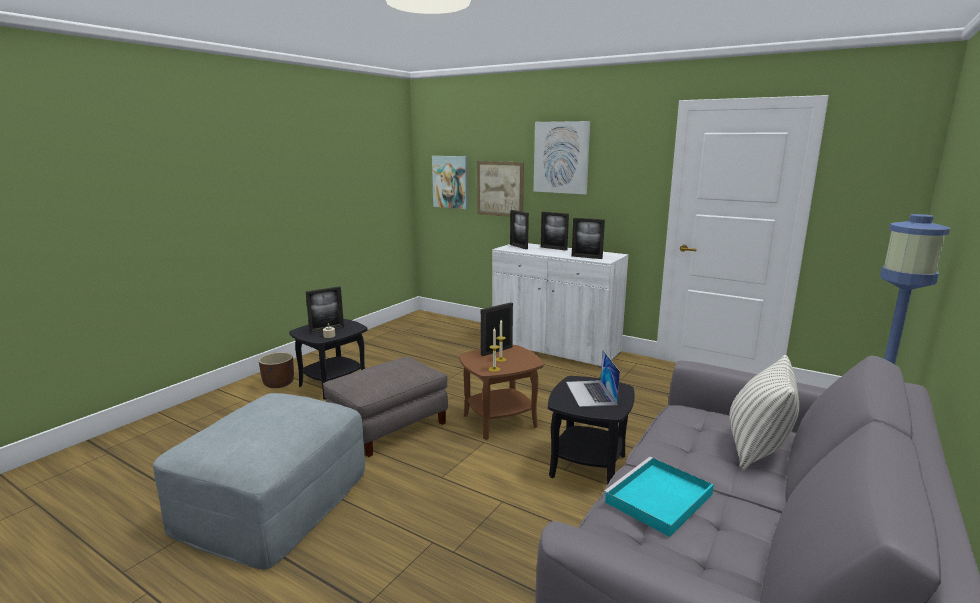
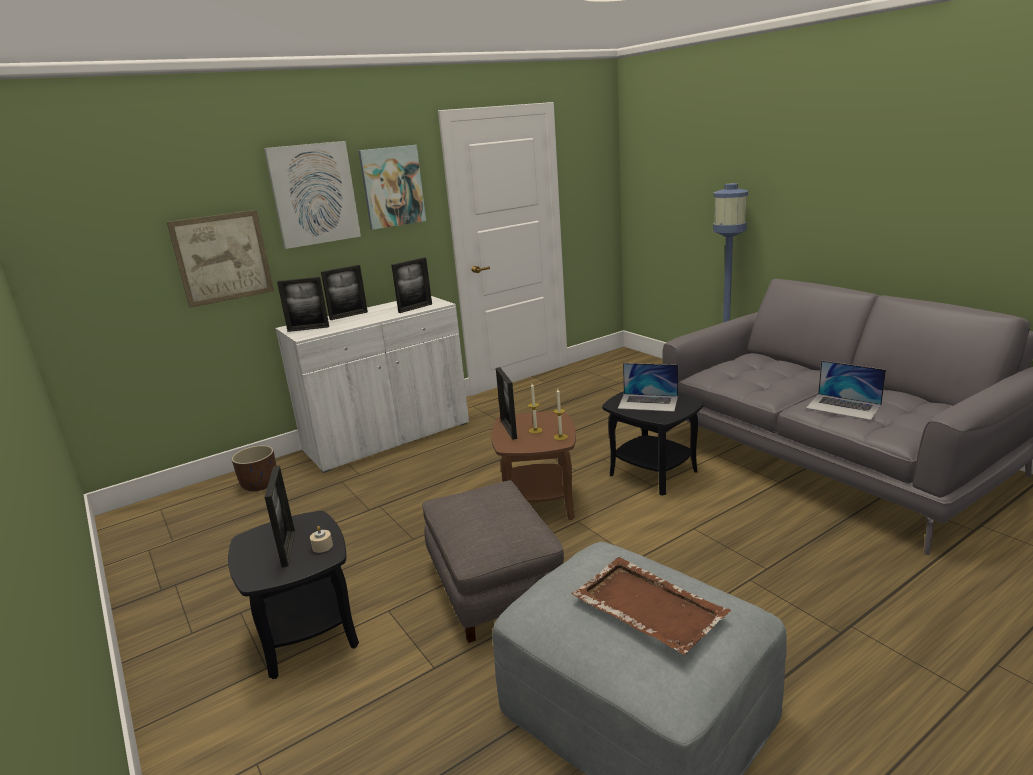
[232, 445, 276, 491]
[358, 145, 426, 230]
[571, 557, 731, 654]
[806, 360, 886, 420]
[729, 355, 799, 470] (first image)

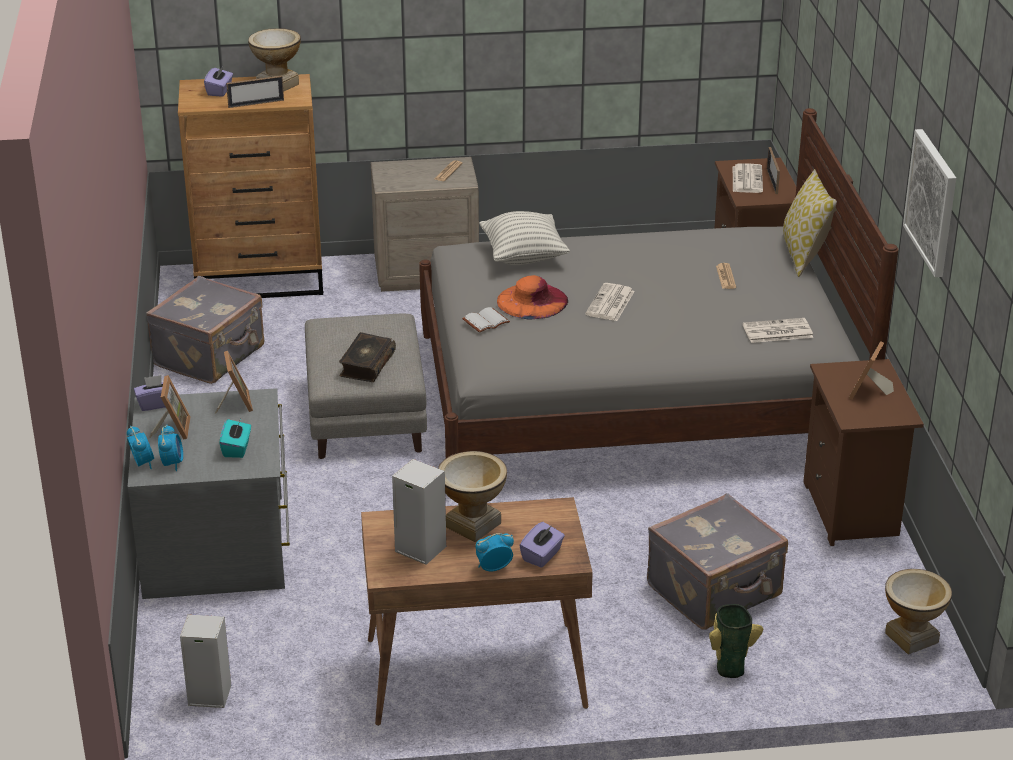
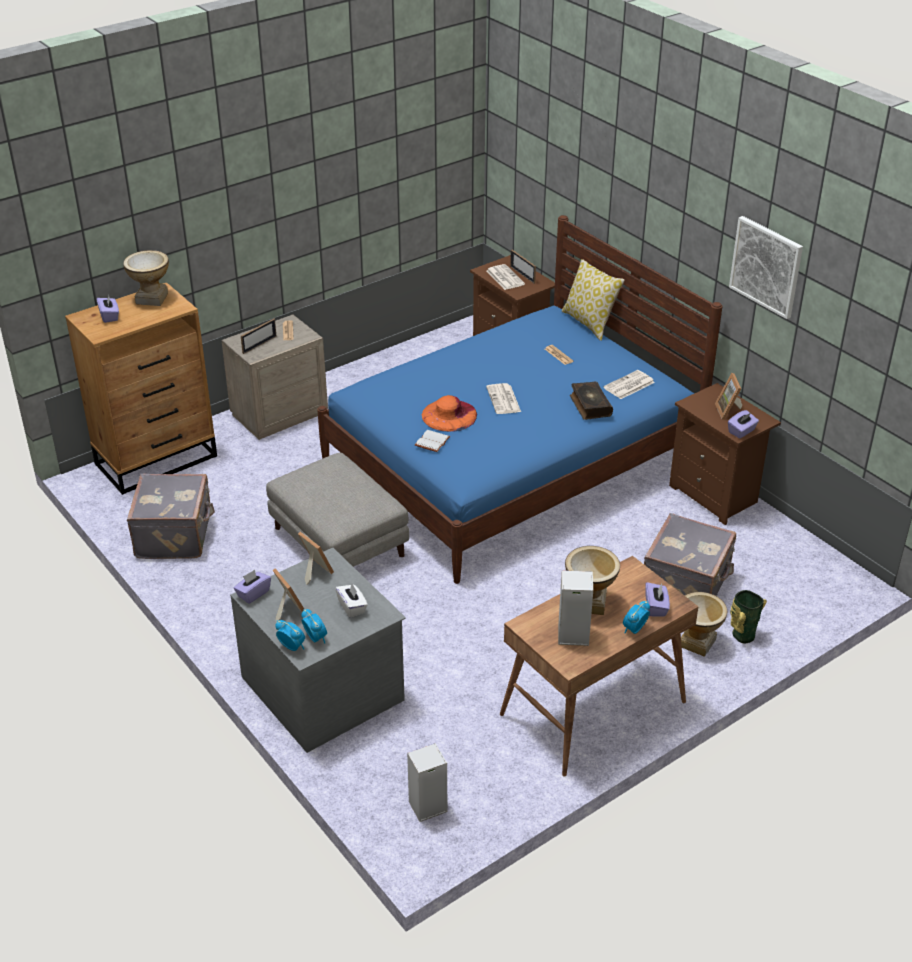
[241, 319, 277, 354]
[317, 215, 722, 584]
[335, 584, 368, 618]
[570, 381, 613, 420]
[681, 592, 727, 657]
[728, 410, 759, 438]
[479, 211, 570, 265] (first image)

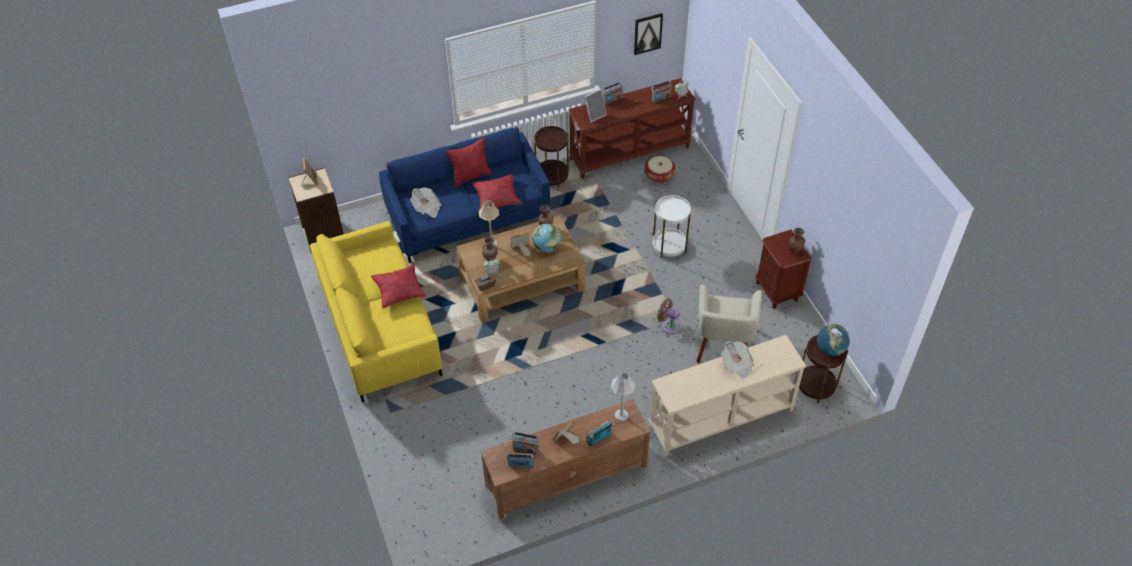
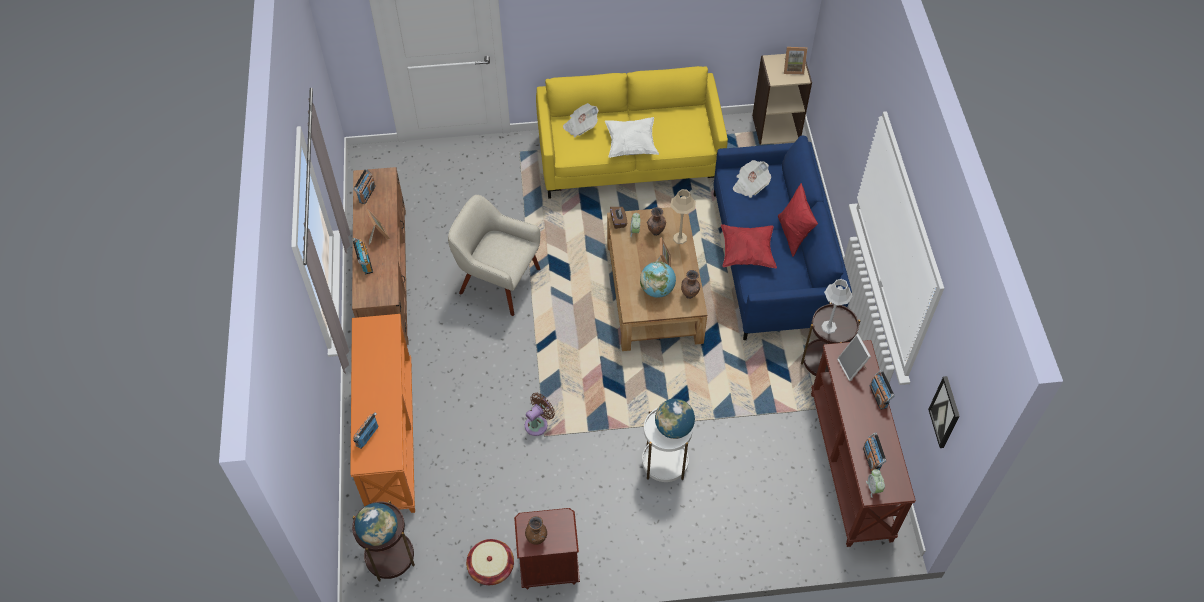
[350, 314, 415, 513]
[353, 413, 378, 449]
[448, 195, 540, 316]
[466, 539, 514, 585]
[563, 103, 599, 137]
[605, 117, 659, 158]
[655, 399, 695, 439]
[821, 279, 852, 334]

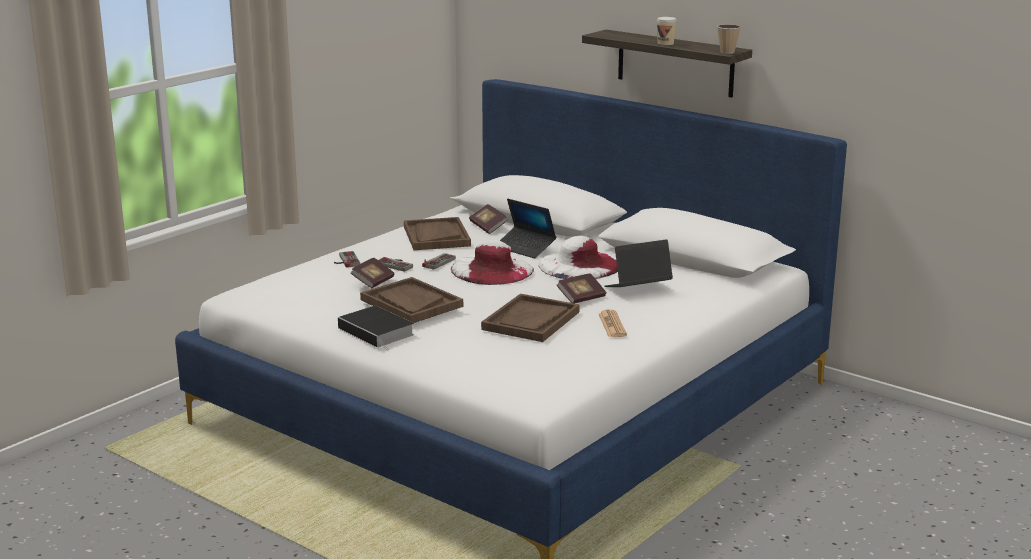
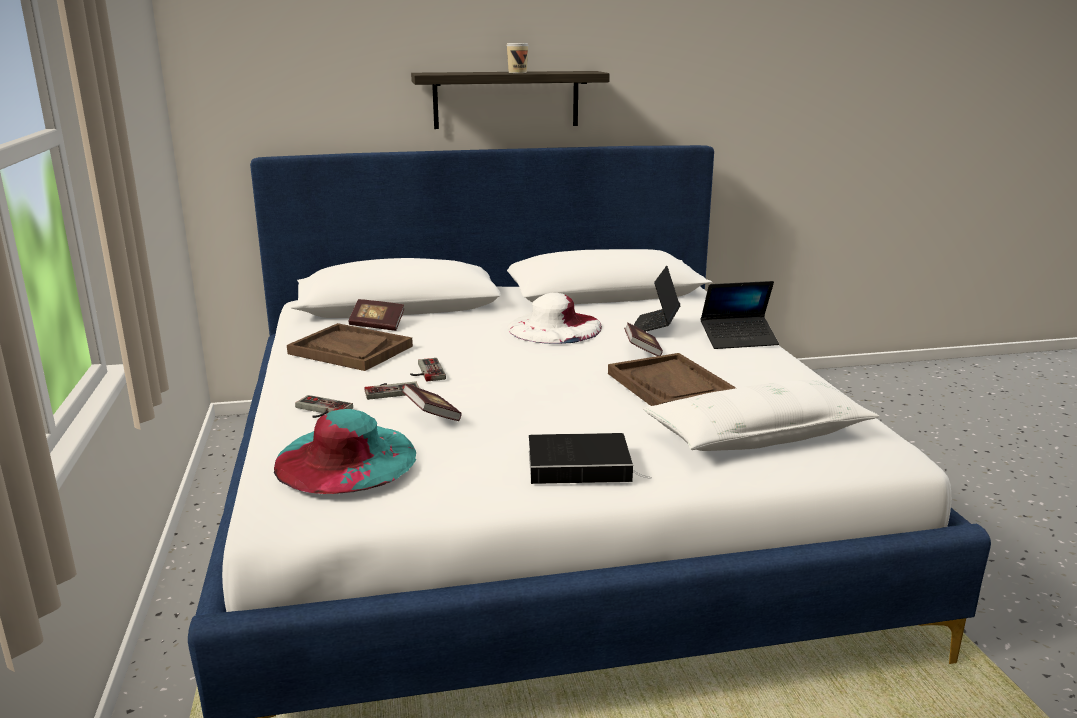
[274, 409, 416, 494]
[643, 380, 879, 451]
[701, 281, 779, 349]
[360, 277, 463, 323] (first image)
[451, 240, 534, 285] (first image)
[599, 309, 627, 337] (first image)
[717, 24, 741, 54] (first image)

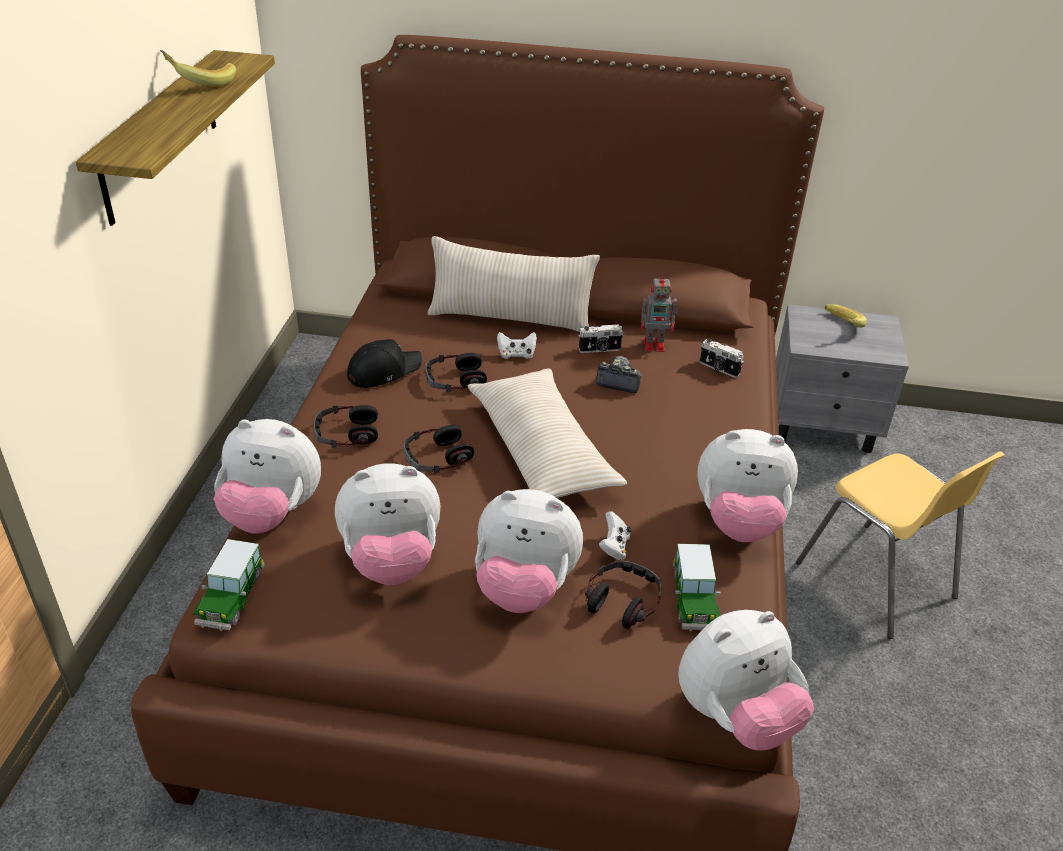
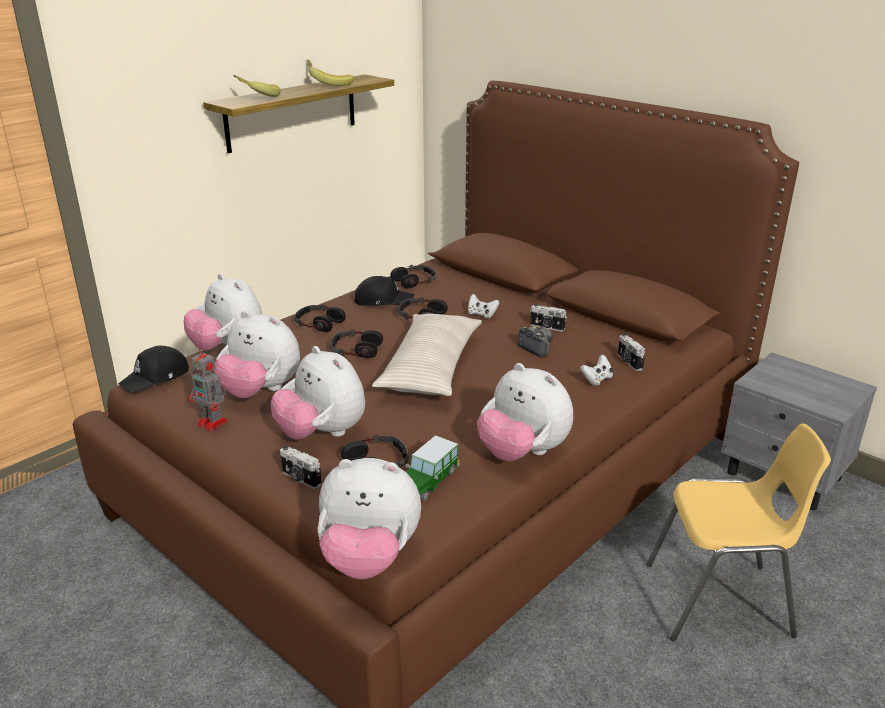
[118, 346, 189, 392]
[189, 347, 228, 431]
[233, 75, 281, 97]
[280, 445, 322, 489]
[390, 265, 436, 289]
[580, 354, 614, 386]
[647, 423, 831, 642]
[428, 236, 600, 332] (first image)

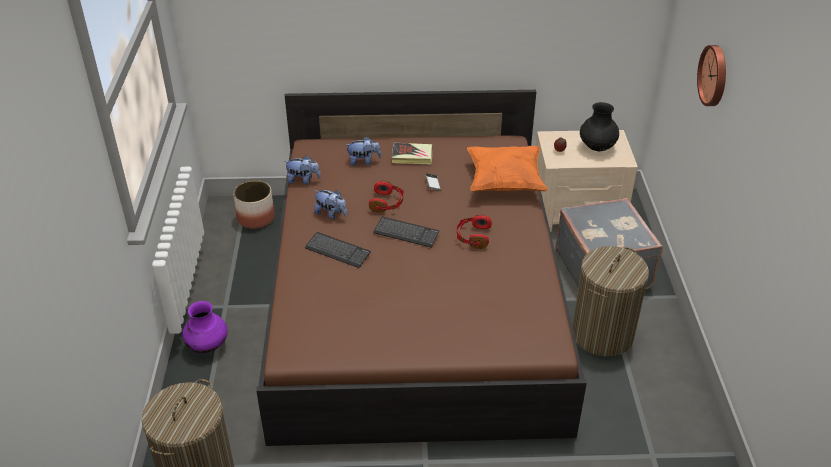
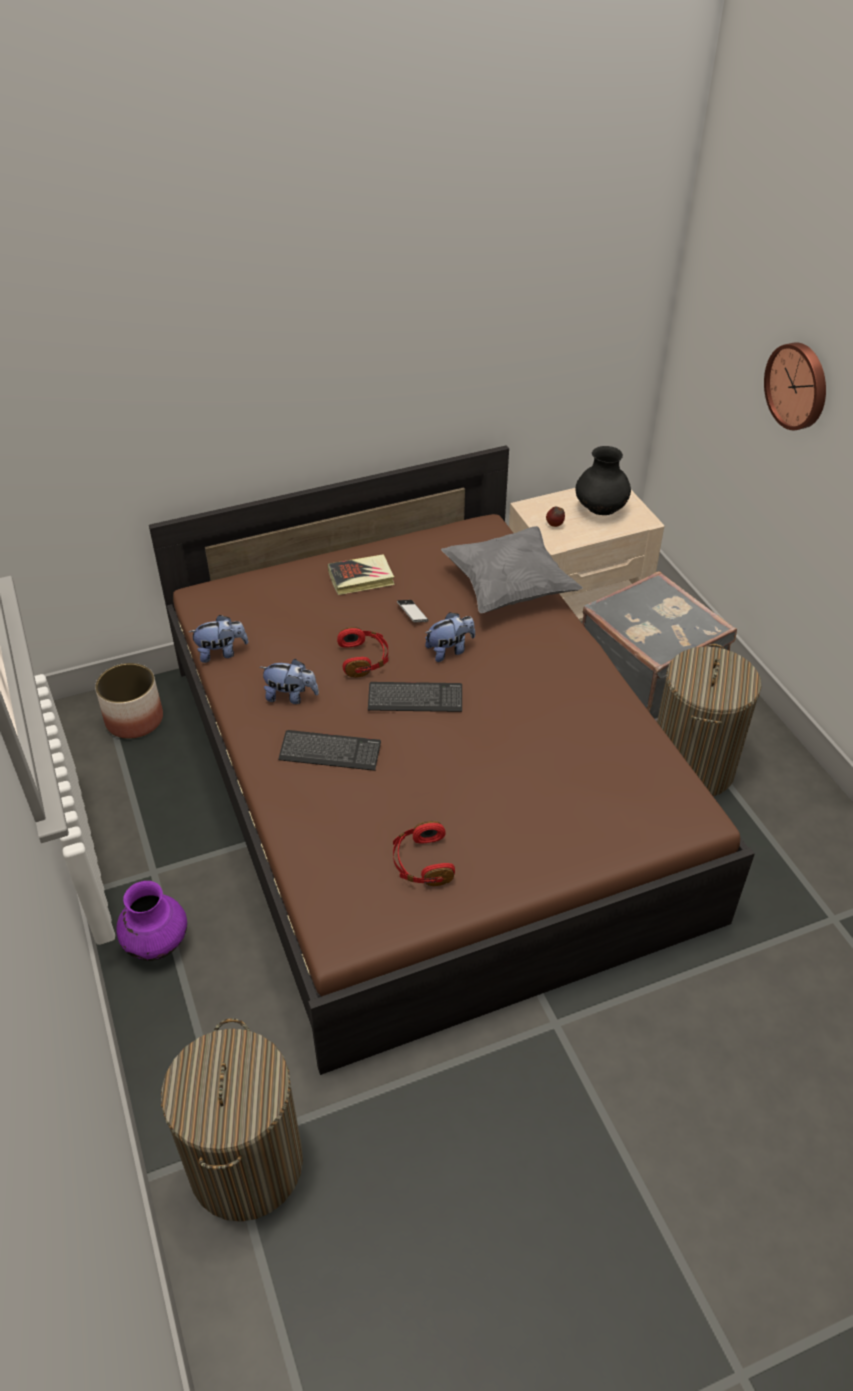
[393, 821, 455, 886]
[425, 612, 475, 662]
[441, 526, 583, 613]

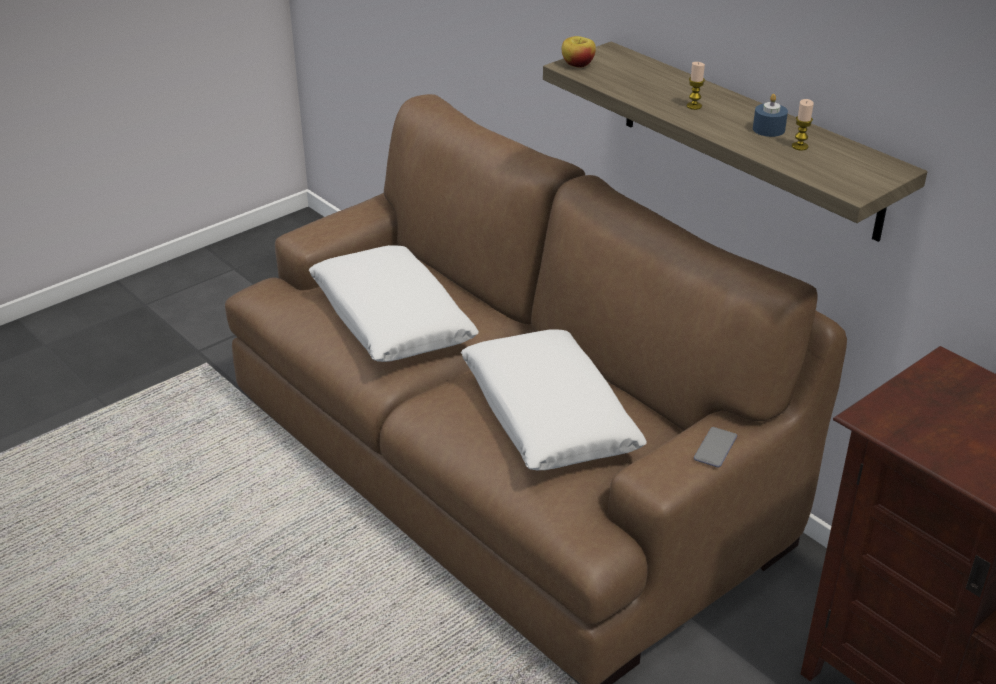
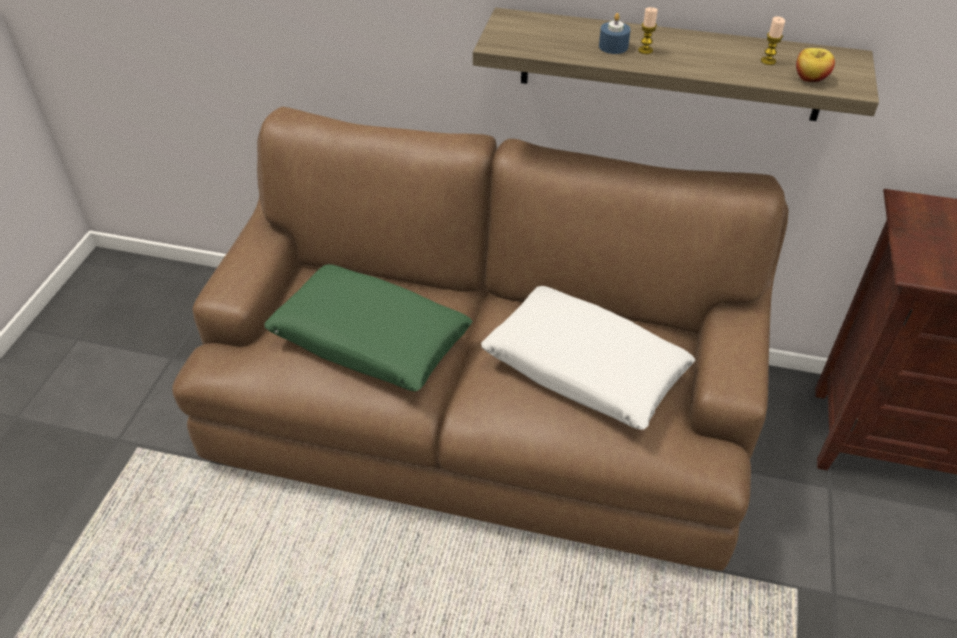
[264, 264, 472, 391]
[599, 13, 631, 54]
[796, 48, 835, 82]
[694, 427, 737, 467] (first image)

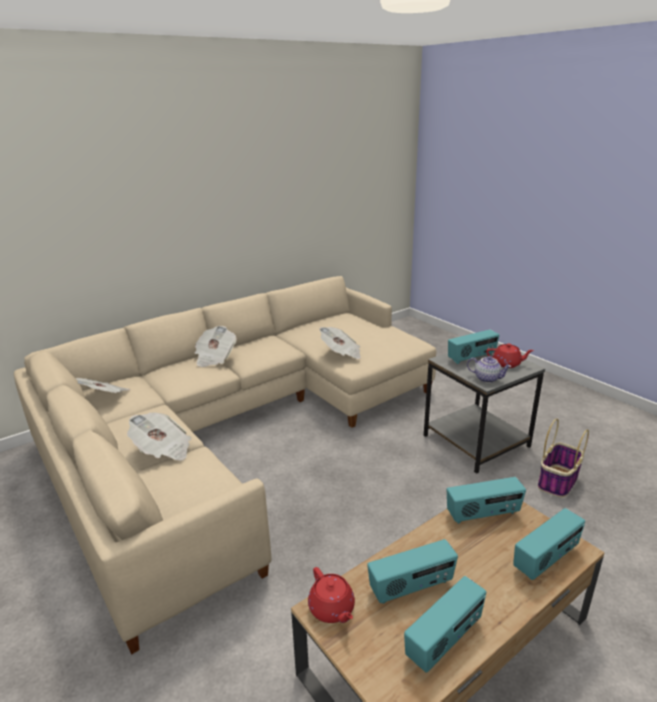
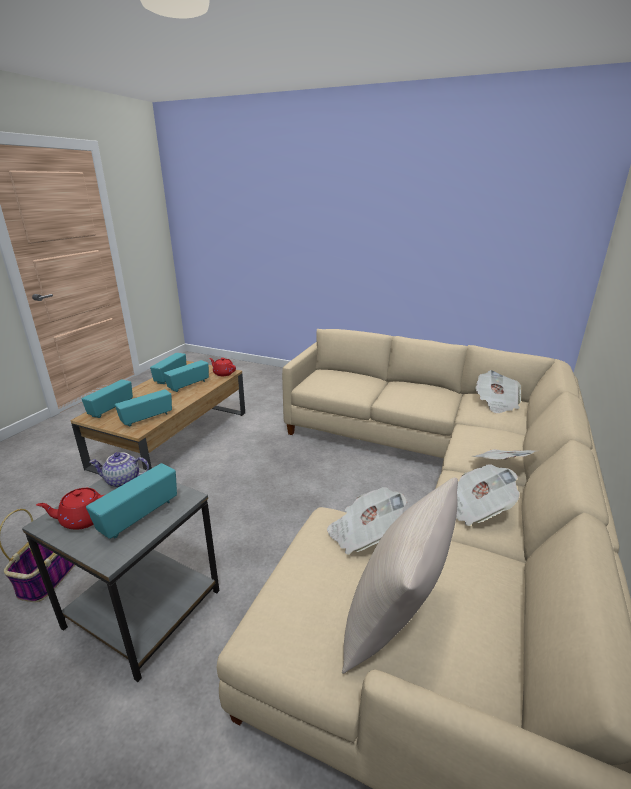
[342, 477, 458, 674]
[456, 464, 520, 526]

